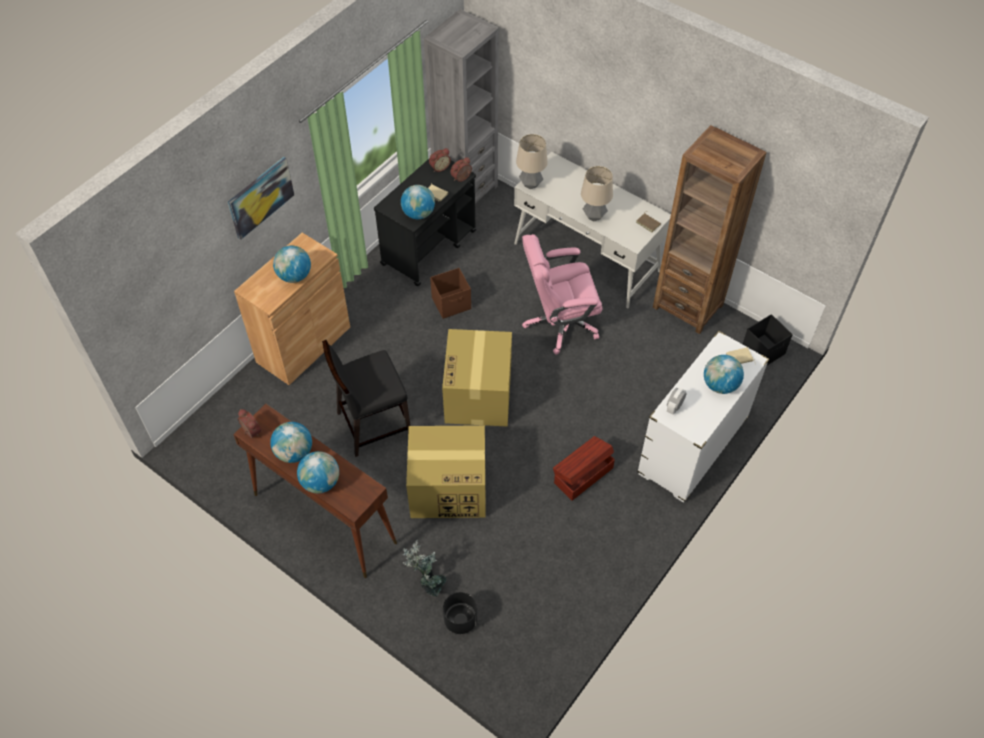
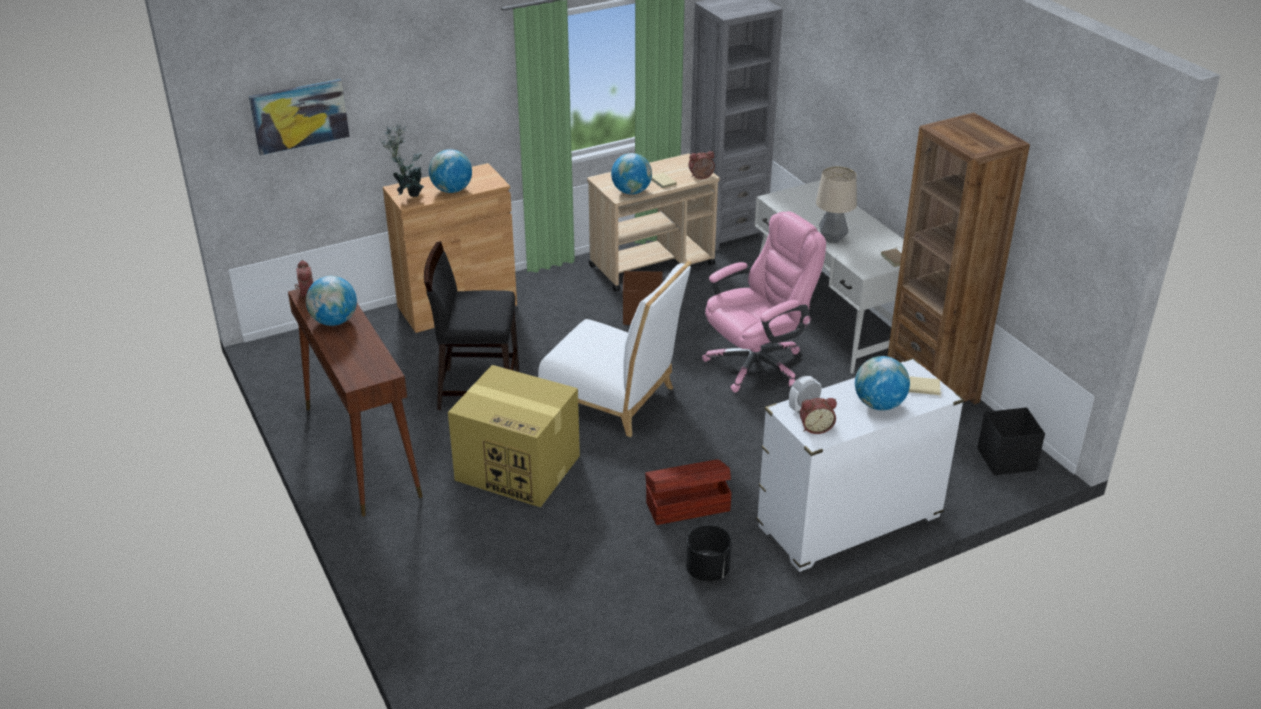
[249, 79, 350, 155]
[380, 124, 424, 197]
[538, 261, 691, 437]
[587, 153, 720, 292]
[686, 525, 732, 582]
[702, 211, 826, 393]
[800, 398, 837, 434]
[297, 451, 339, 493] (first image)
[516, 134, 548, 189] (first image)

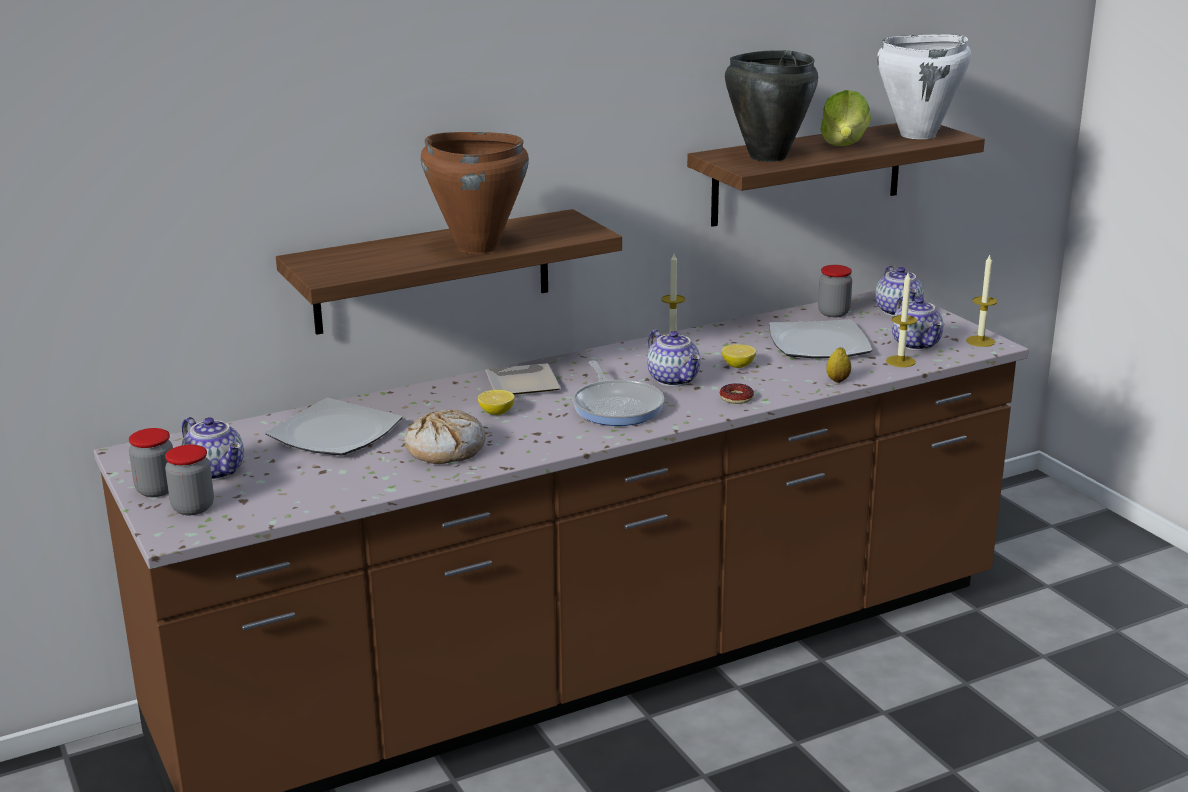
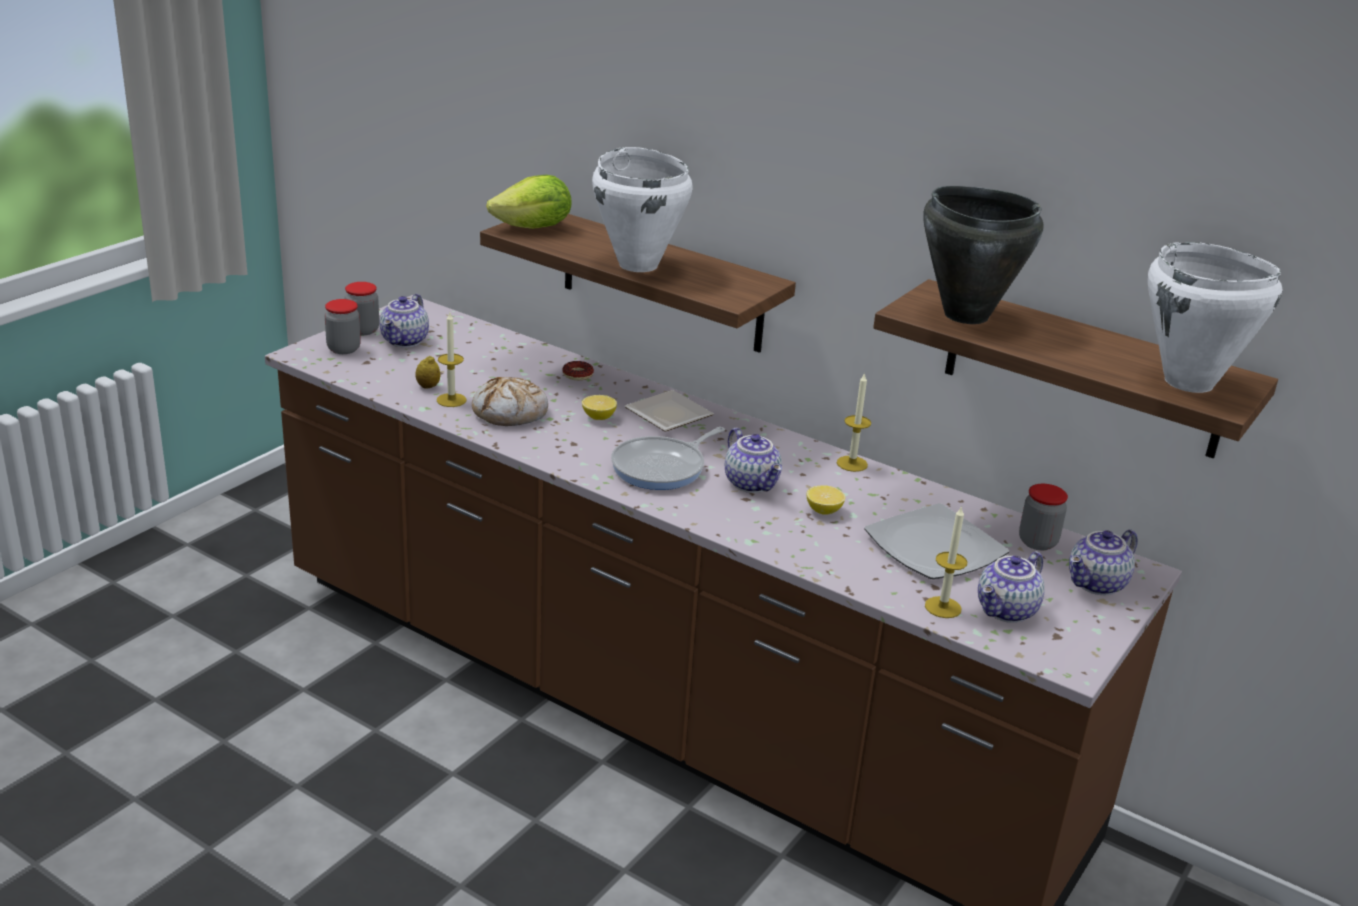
[416, 356, 440, 388]
[437, 313, 466, 407]
[486, 175, 571, 229]
[562, 361, 594, 380]
[592, 147, 693, 272]
[725, 428, 782, 493]
[265, 398, 402, 456] (first image)

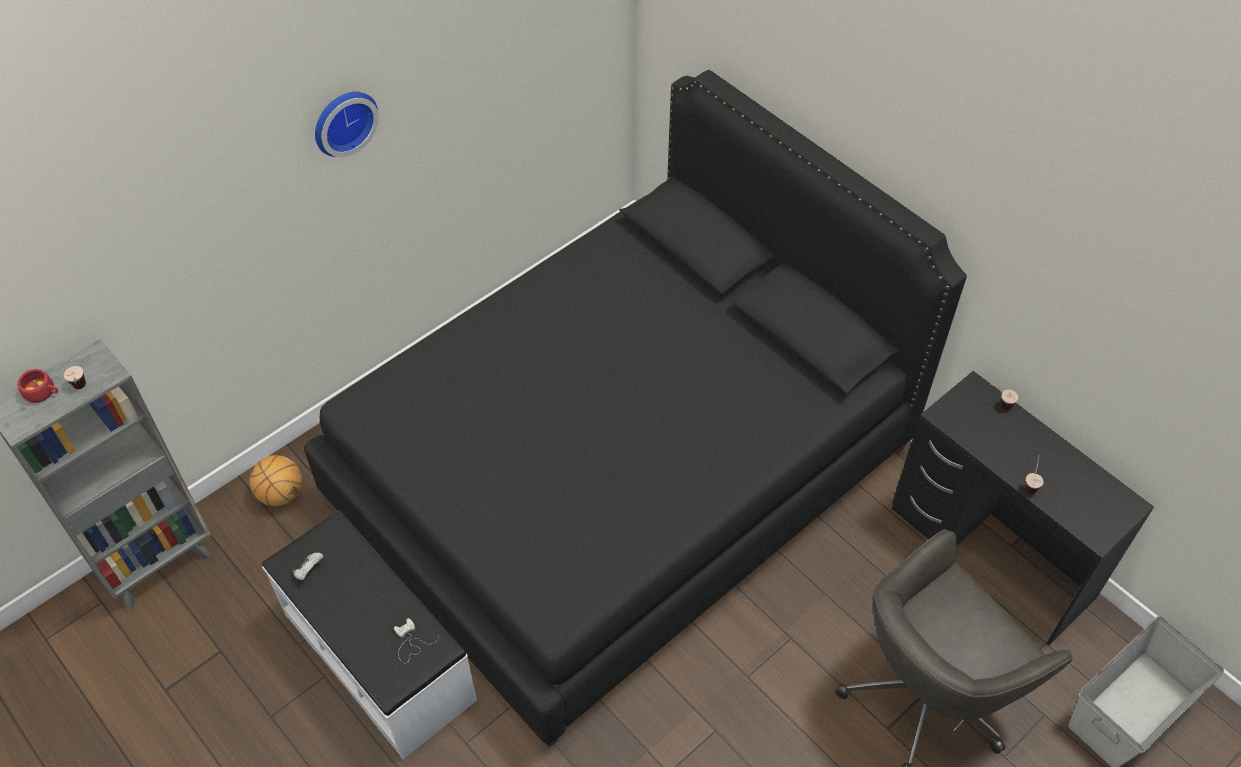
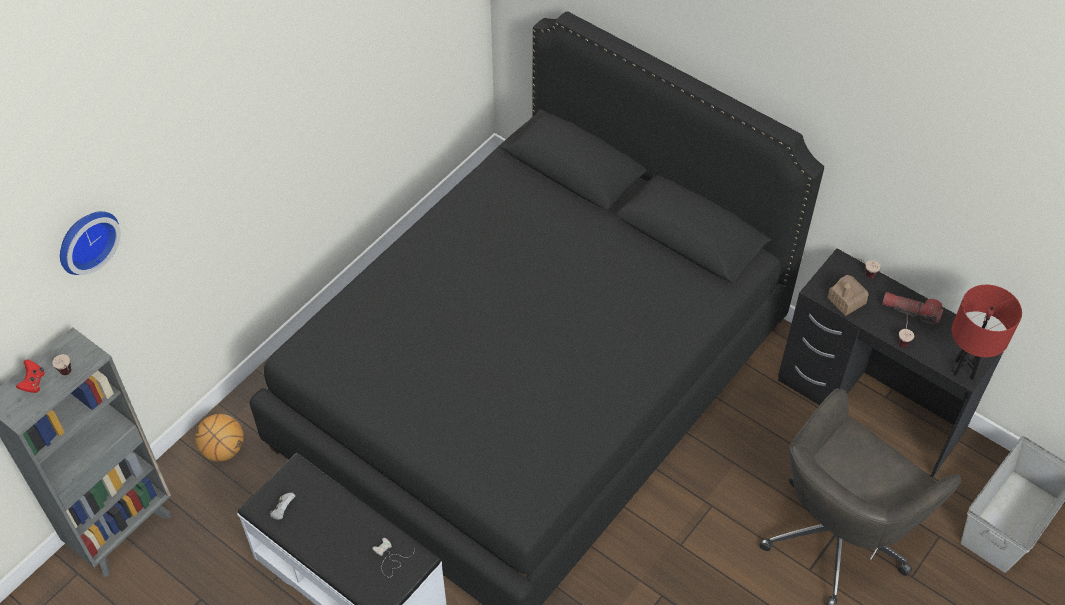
[16, 359, 45, 393]
[60, 211, 121, 275]
[827, 275, 869, 316]
[882, 292, 944, 325]
[952, 285, 1022, 380]

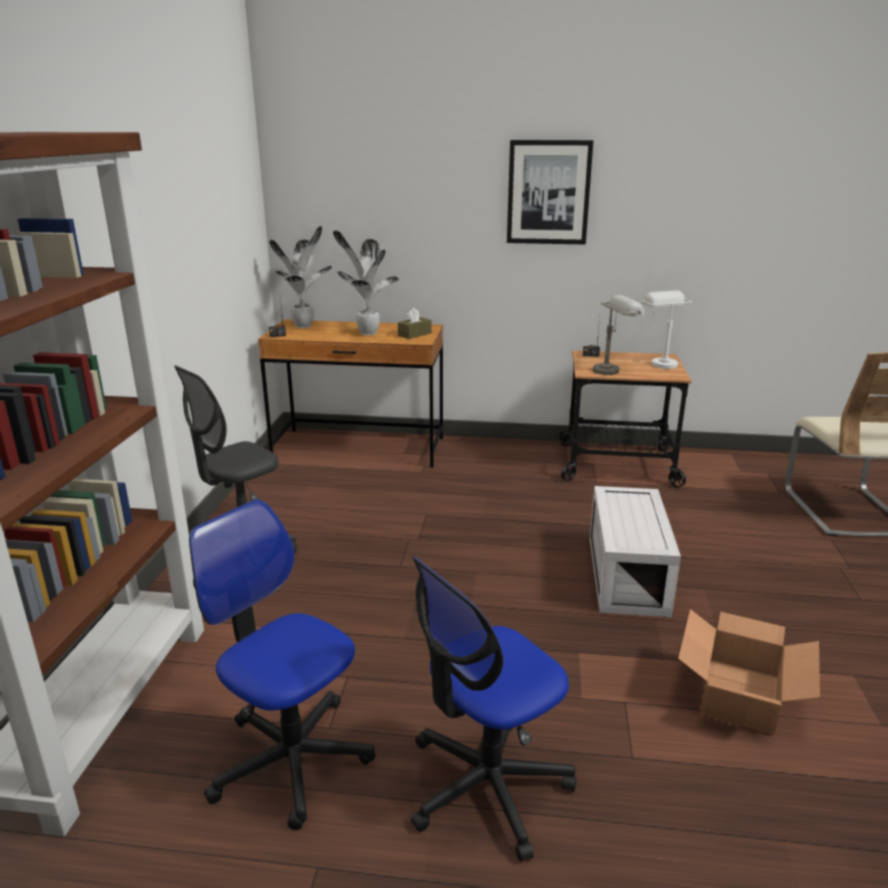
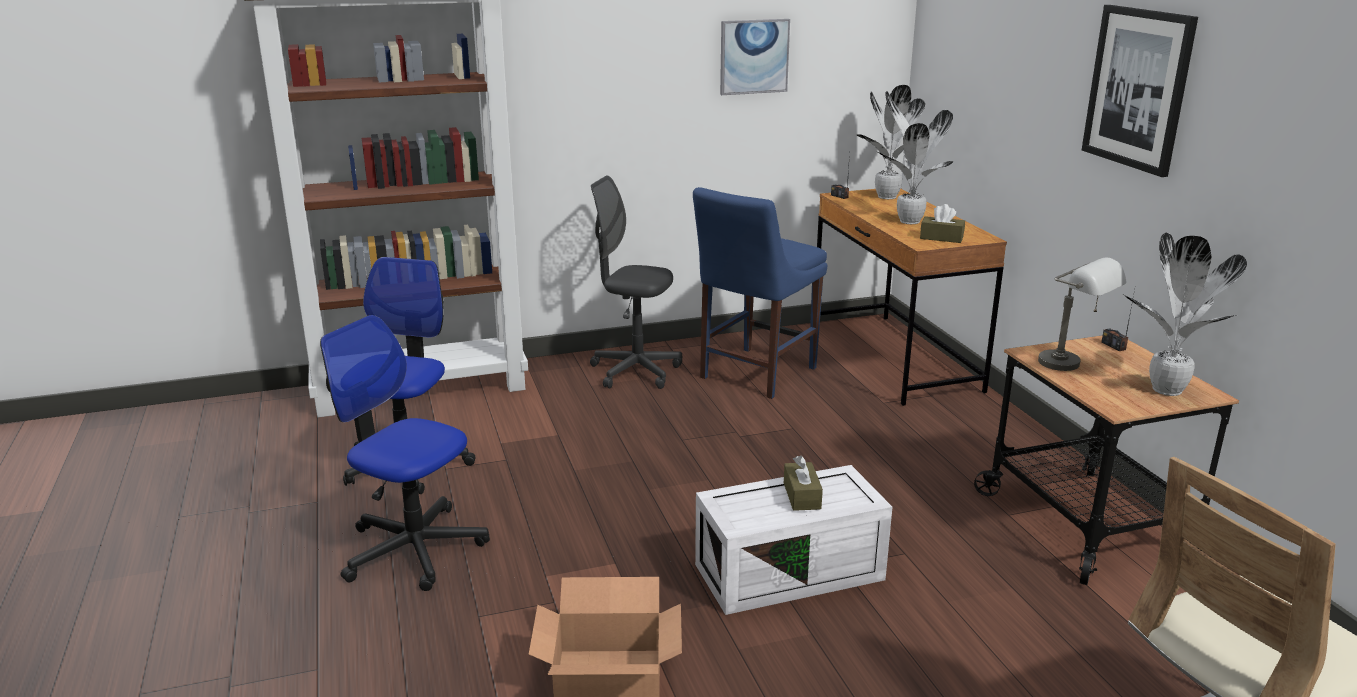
[693, 187, 827, 399]
[720, 19, 790, 95]
[784, 456, 823, 511]
[1123, 232, 1247, 396]

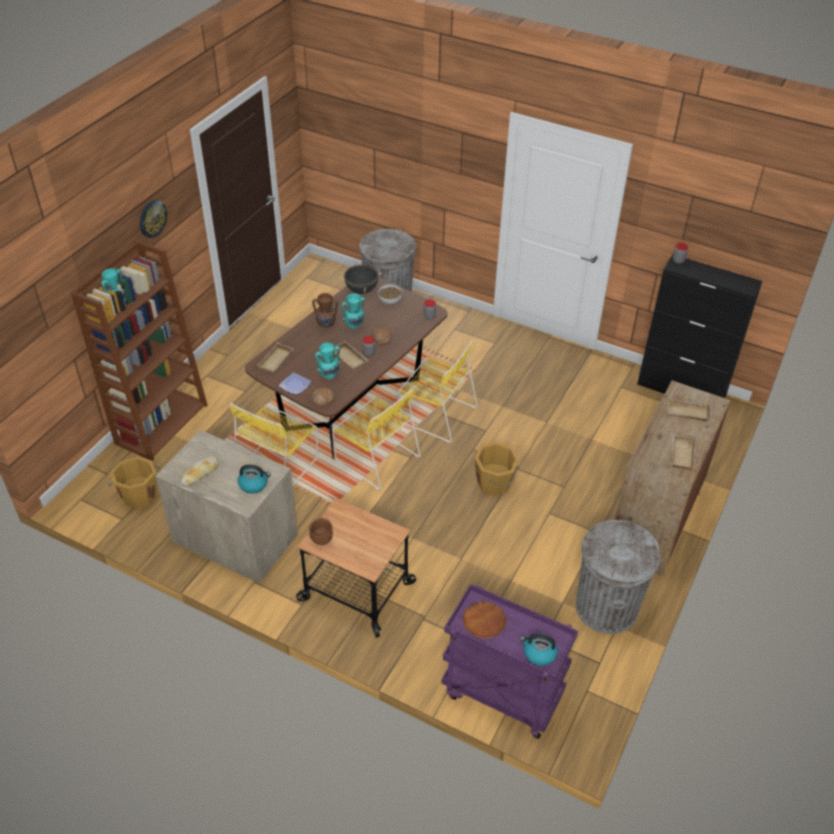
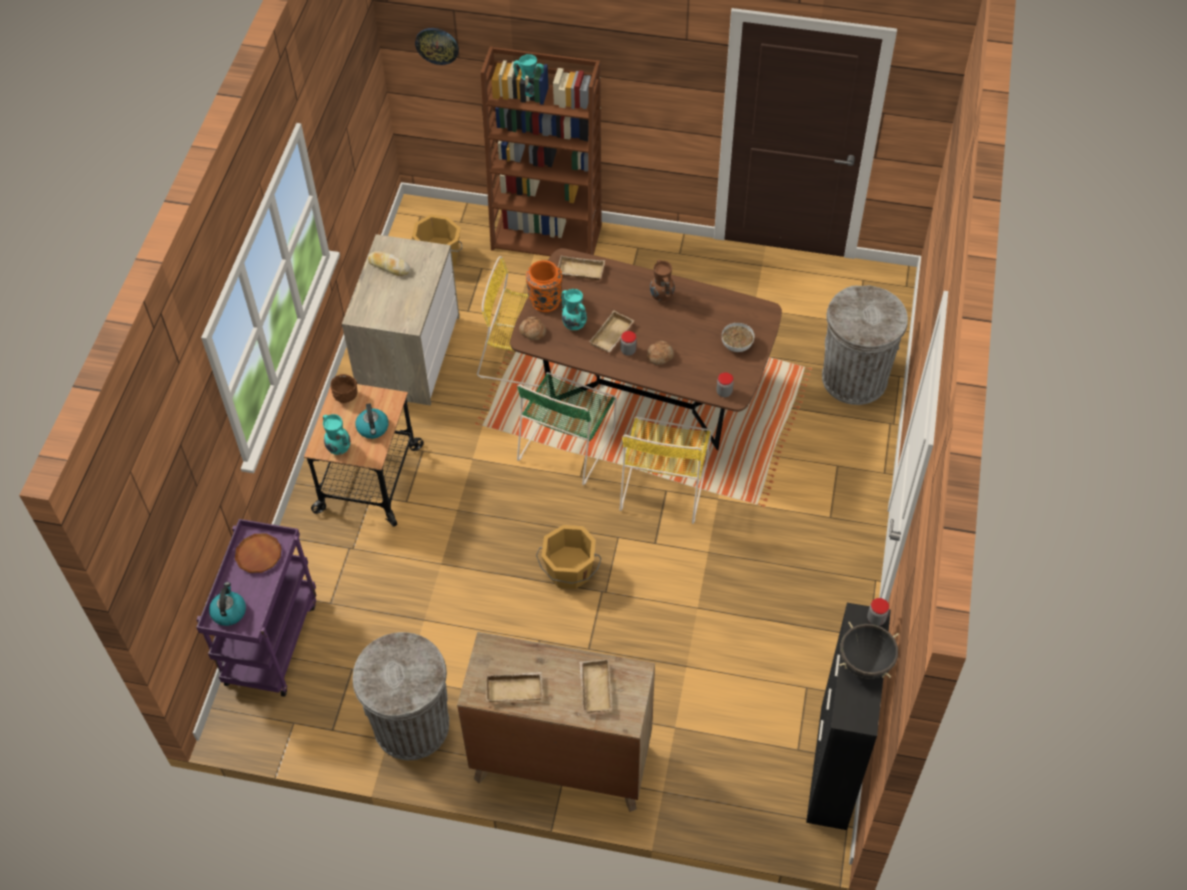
[323, 414, 351, 455]
[355, 403, 389, 439]
[415, 28, 459, 65]
[517, 372, 617, 485]
[526, 260, 562, 312]
[839, 622, 899, 679]

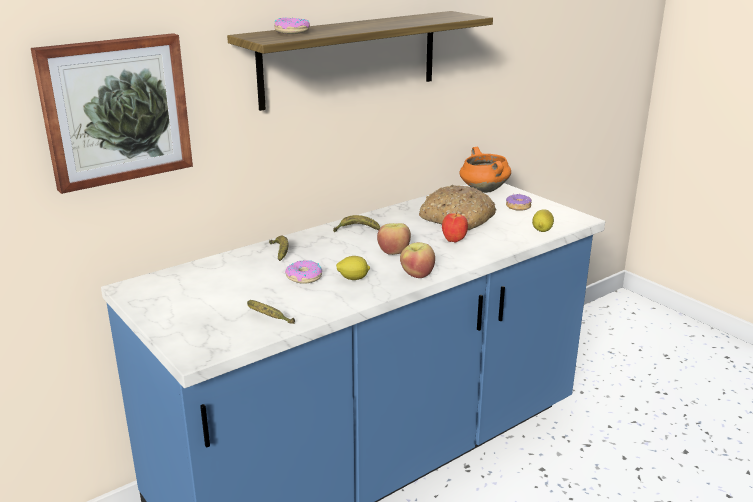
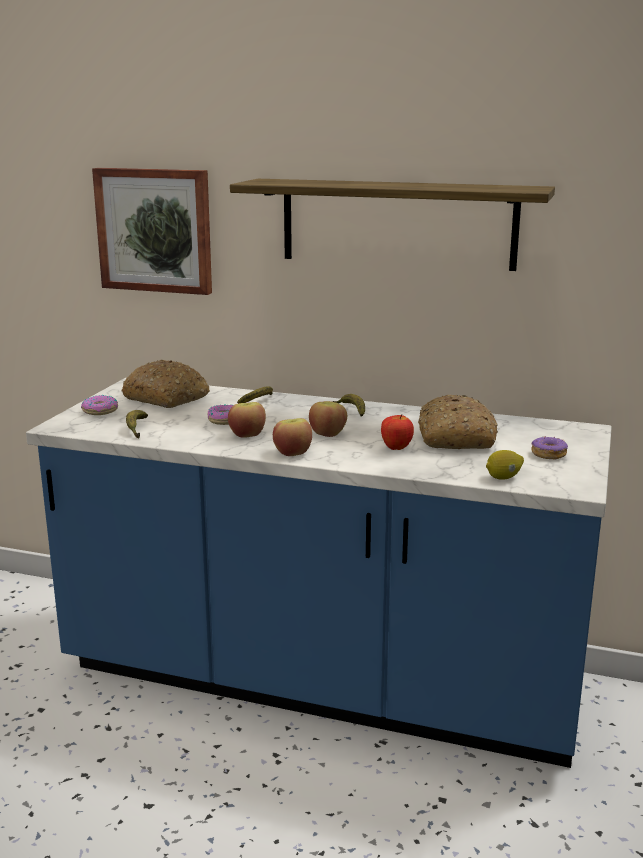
[81, 395, 118, 415]
[121, 360, 210, 408]
[228, 402, 266, 438]
[459, 147, 511, 193] (first image)

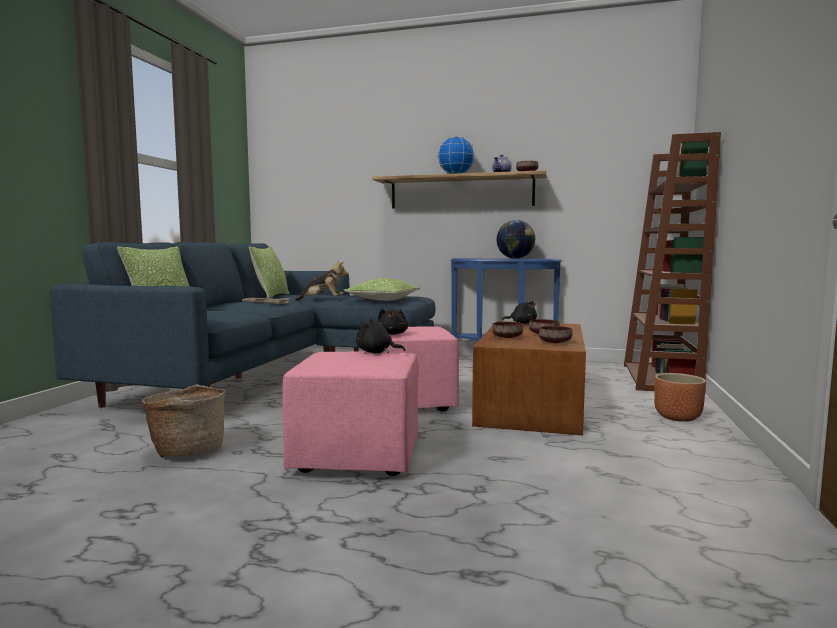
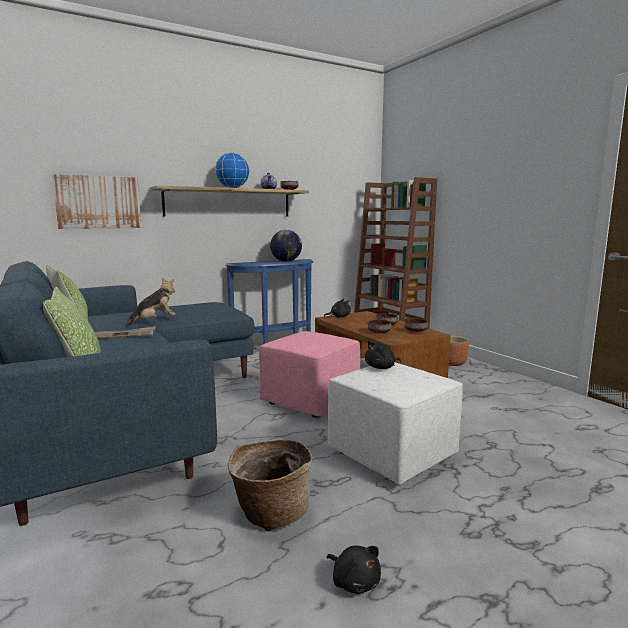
[52, 174, 141, 229]
[327, 545, 381, 594]
[328, 362, 463, 485]
[344, 278, 420, 301] (first image)

